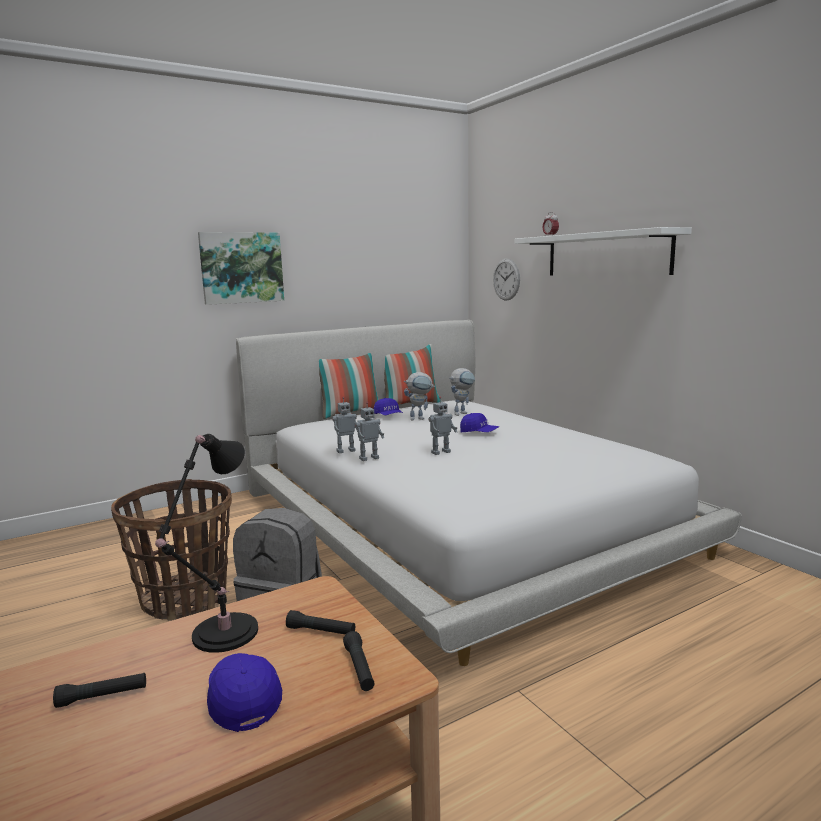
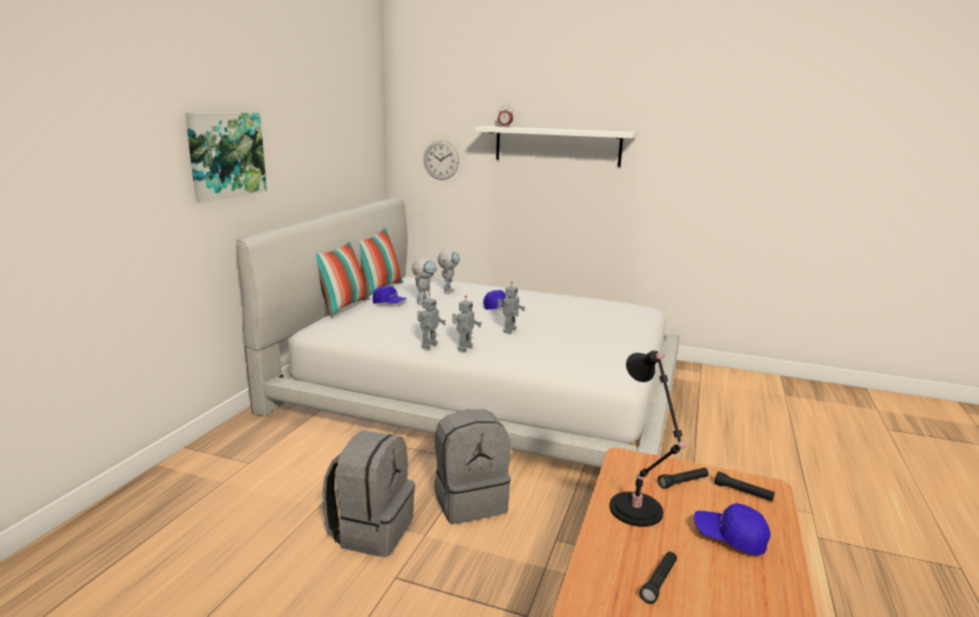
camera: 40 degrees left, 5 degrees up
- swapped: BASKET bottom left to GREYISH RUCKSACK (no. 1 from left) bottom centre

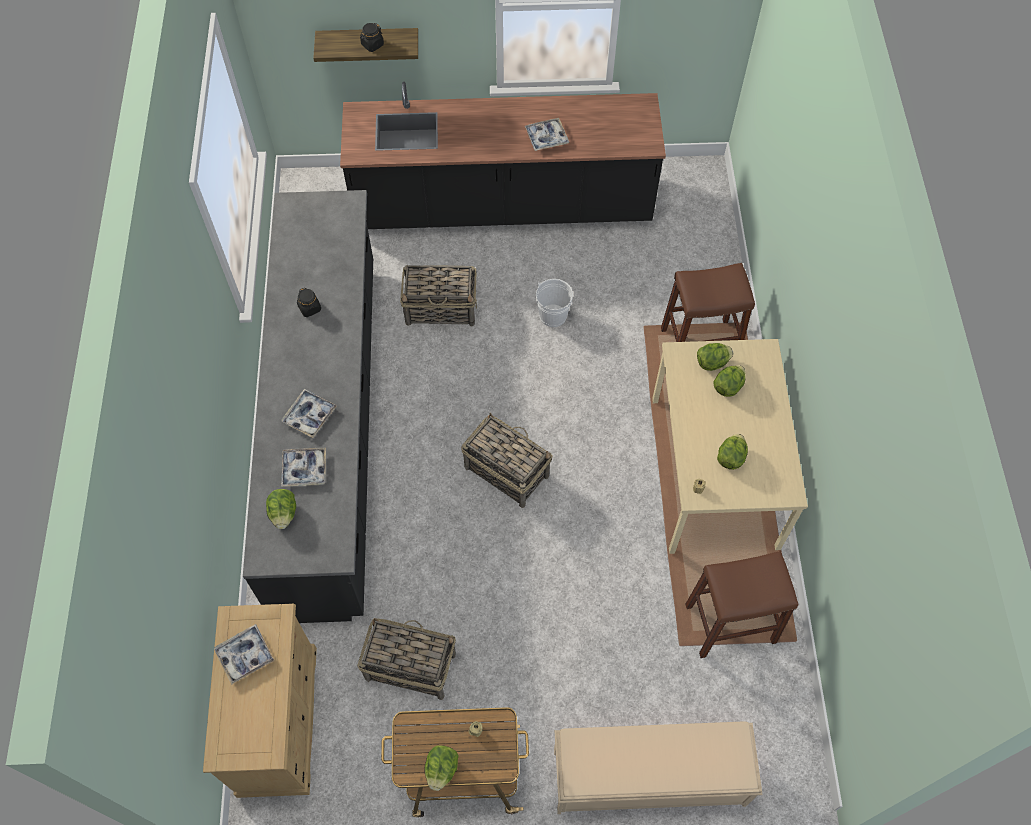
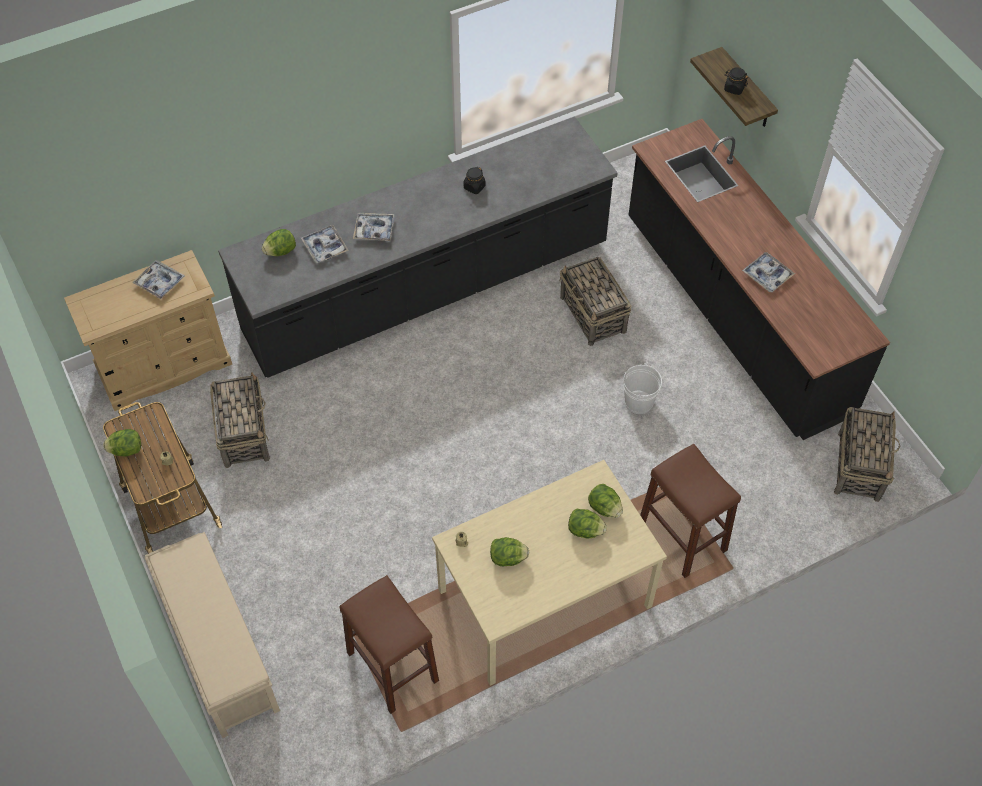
camera: 65 degrees right, 5 degrees down
- shifted: BASKET (no. 3 from left) centre to middle right

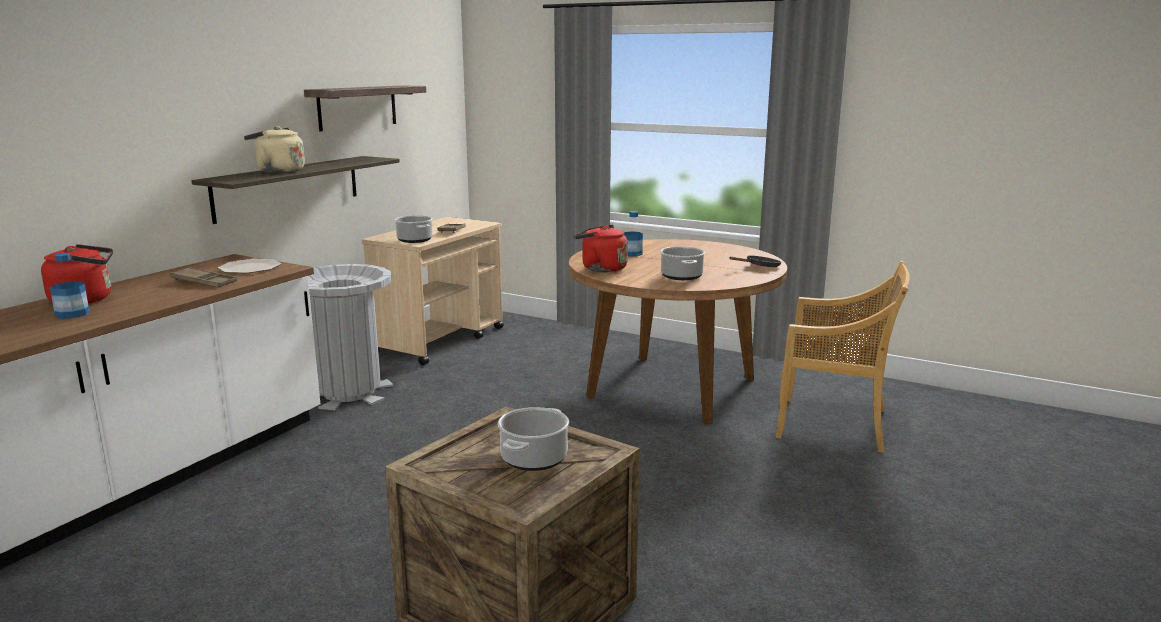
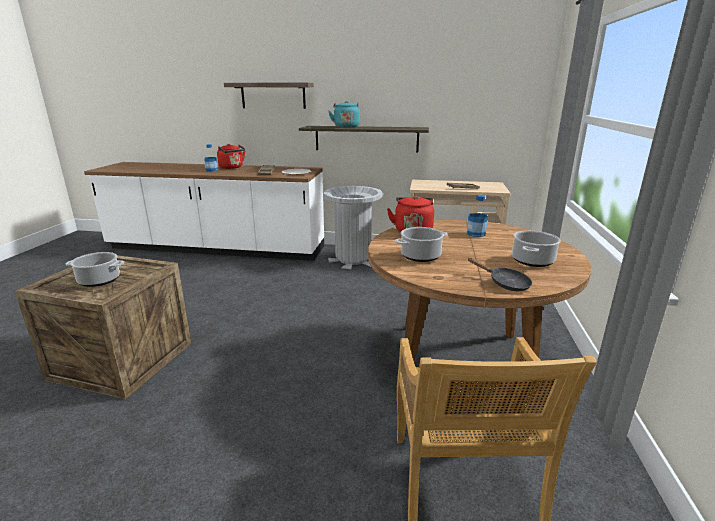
camera: 70 degrees right, 5 degrees up
- shifted: SHELF (no. 2 from left in the first image) top left to SHELF (no. 1 from left) top centre
- shifted: COOKING POT (no. 1 from left in the first image) centre to COOKING POT (no. 3 from left) middle right
- repainted: BEIGE-COLOURED KETTLE top left to TURQUOISE-COLOURED KETTLE top centre

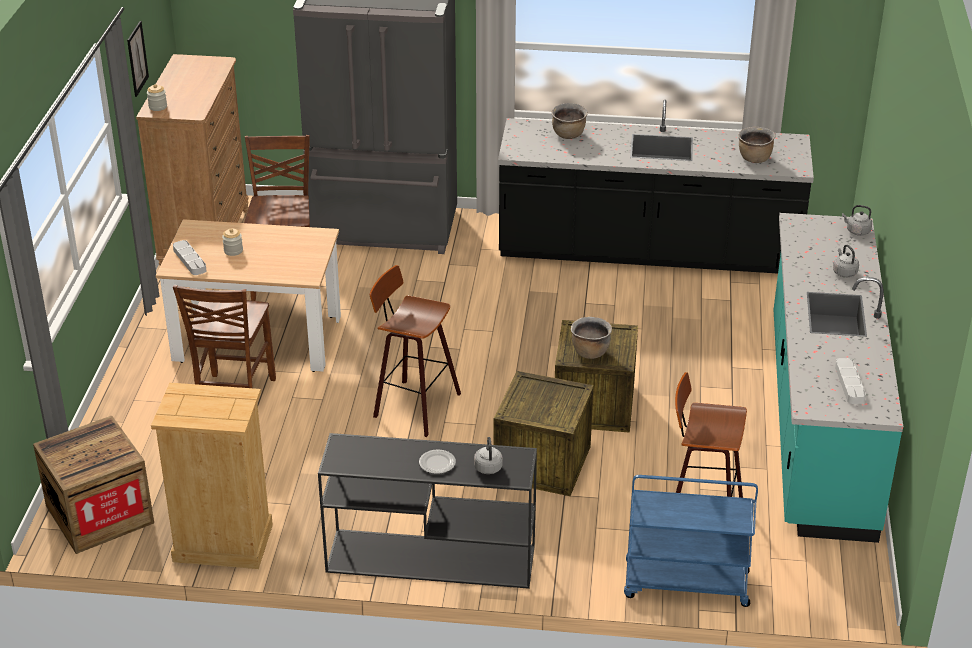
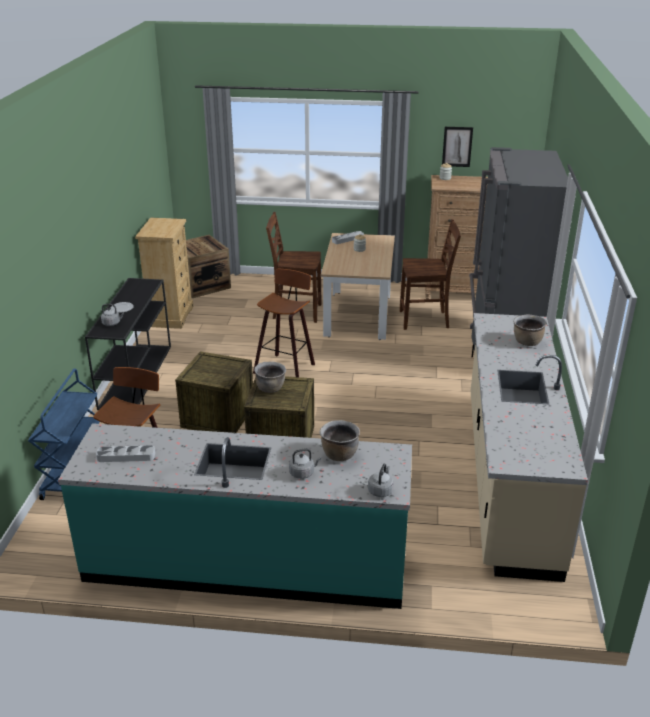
camera: 90 degrees right, 5 degrees down
- shifted: BROWN COOKING POT (no. 3 from left in the first image) top right to BROWN COOKING POT (no. 2 from left) centre
- repainted: BLACK-COLOURED KITCHEN COUNTER top right to BEIGE-COLOURED KITCHEN COUNTER middle right

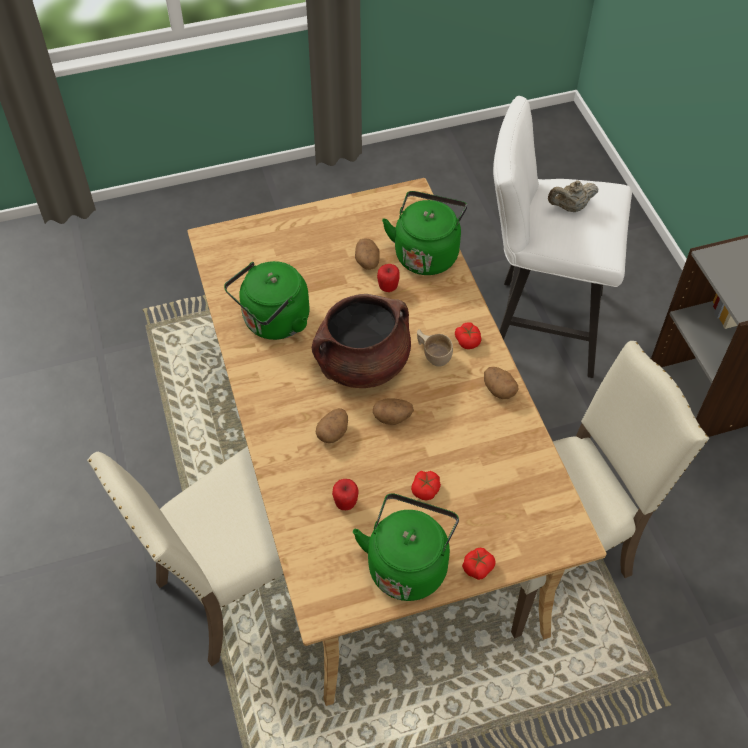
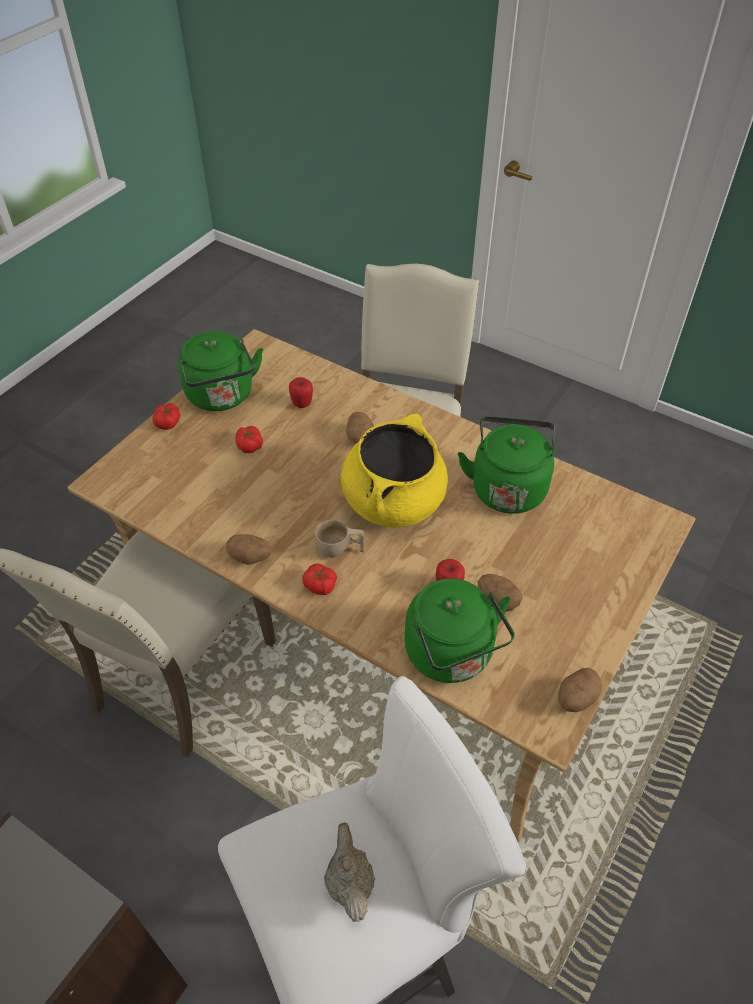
camera: 140 degrees right, 5 degrees down
- shifted: WHOLE POTATO (no. 3 from left in the first image) centre to WHOLE POTATO (no. 4 from left) bottom right
- repainted: BROWN COOKING POT centre to YELLOW-COLOURED COOKING POT centre
- rotated: BEIGE-COLOURED TEA POT top right = bottom centre 45 degrees counterclockwise

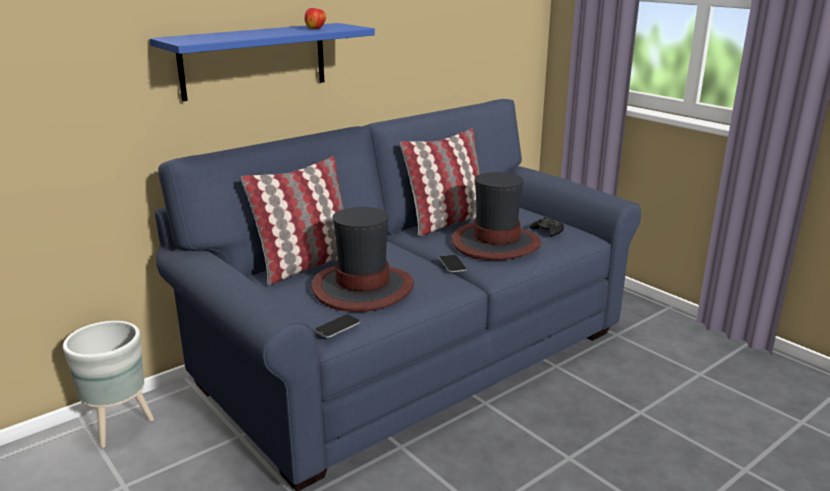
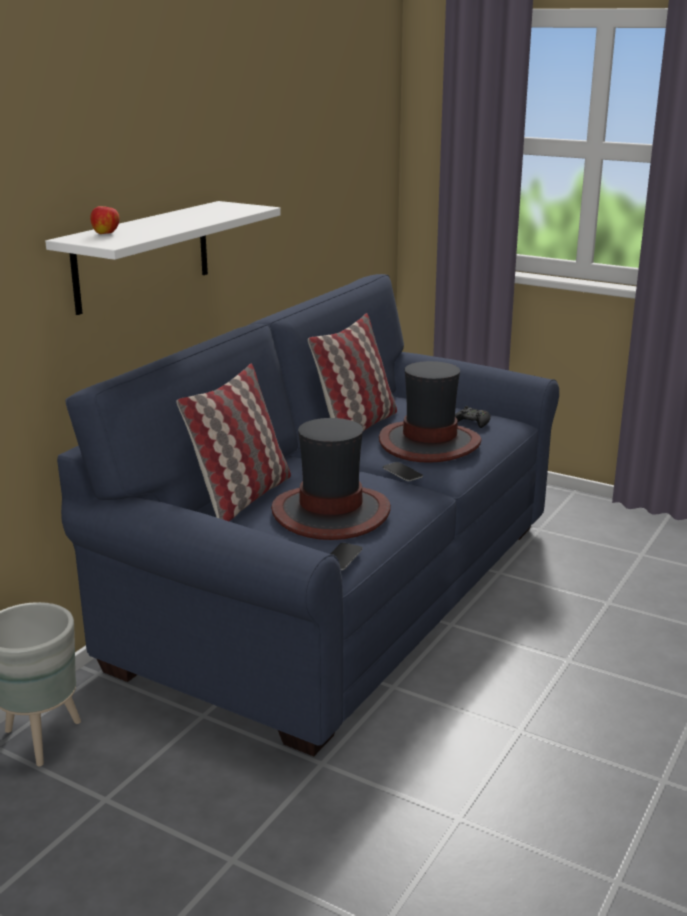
camera: 20 degrees left, 0 degrees up
- shifted: WHOLE APPLE top centre to top left
- repainted: BLUE SHELF top left to WHITE SHELF top left

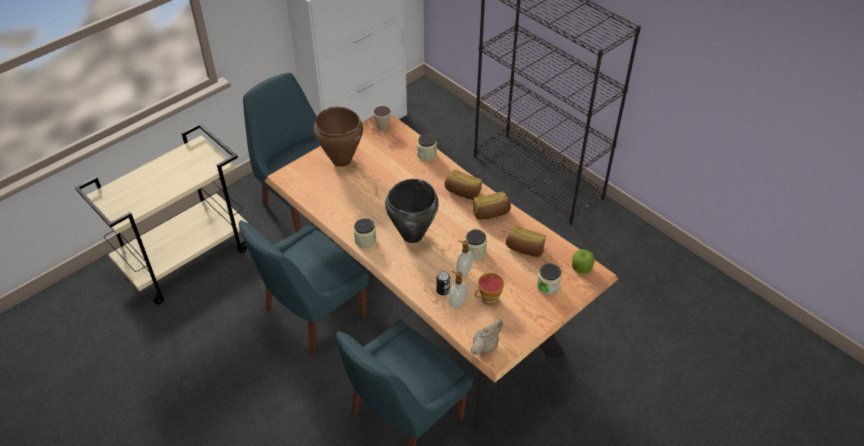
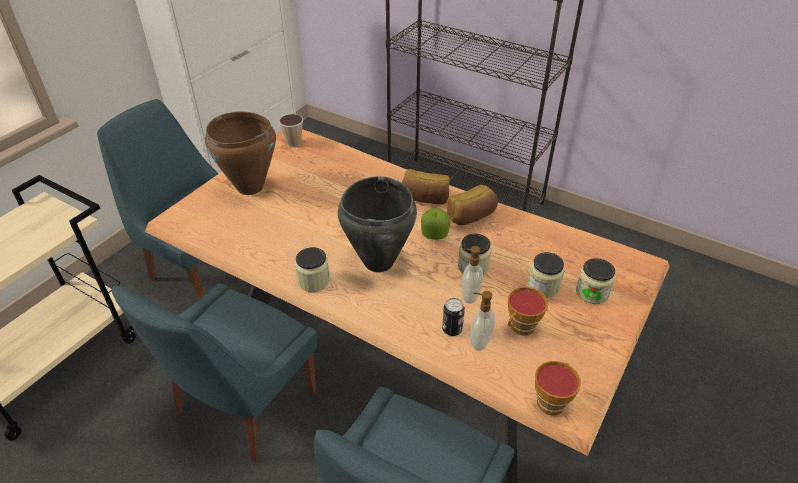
camera: 15 degrees left, 5 degrees down
- gone: BAKERY BREAD (no. 3 from left) centre
- shifted: PRESERVE JAR (no. 2 from left in the first image) top centre to PRESERVE JAR (no. 3 from left) middle right
- shifted: WHOLE APPLE middle right to centre
- swapped: BEIGE-COLOURED TEA POT bottom centre to SMALL CUP (no. 3 from left) bottom right

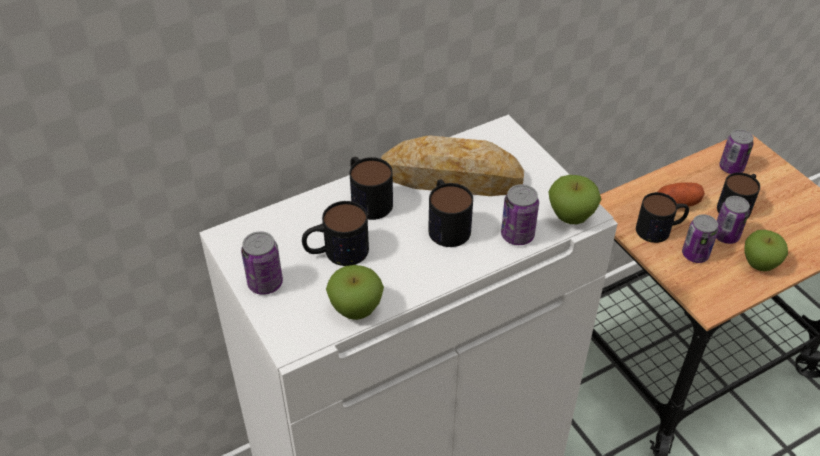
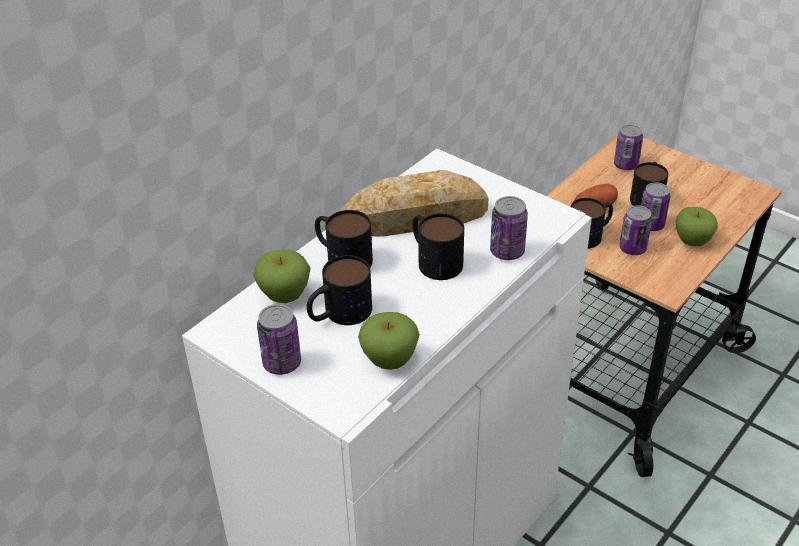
camera: 20 degrees left, 5 degrees down
- shifted: WHOLE APPLE (no. 2 from left in the first image) middle right to WHOLE APPLE (no. 1 from left) centre

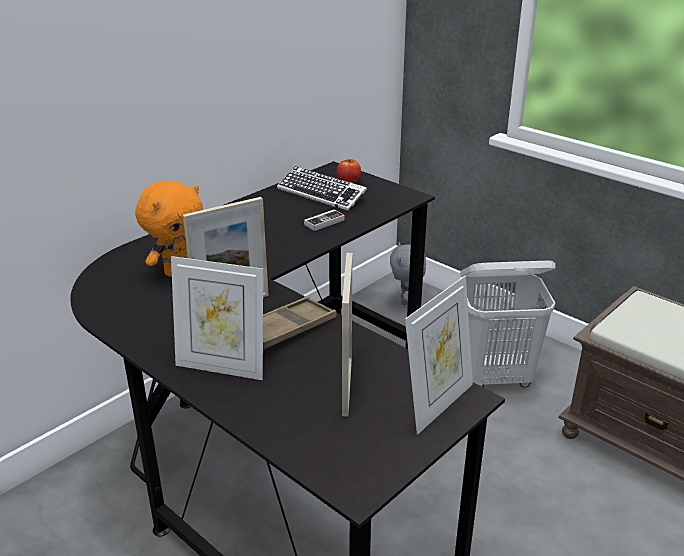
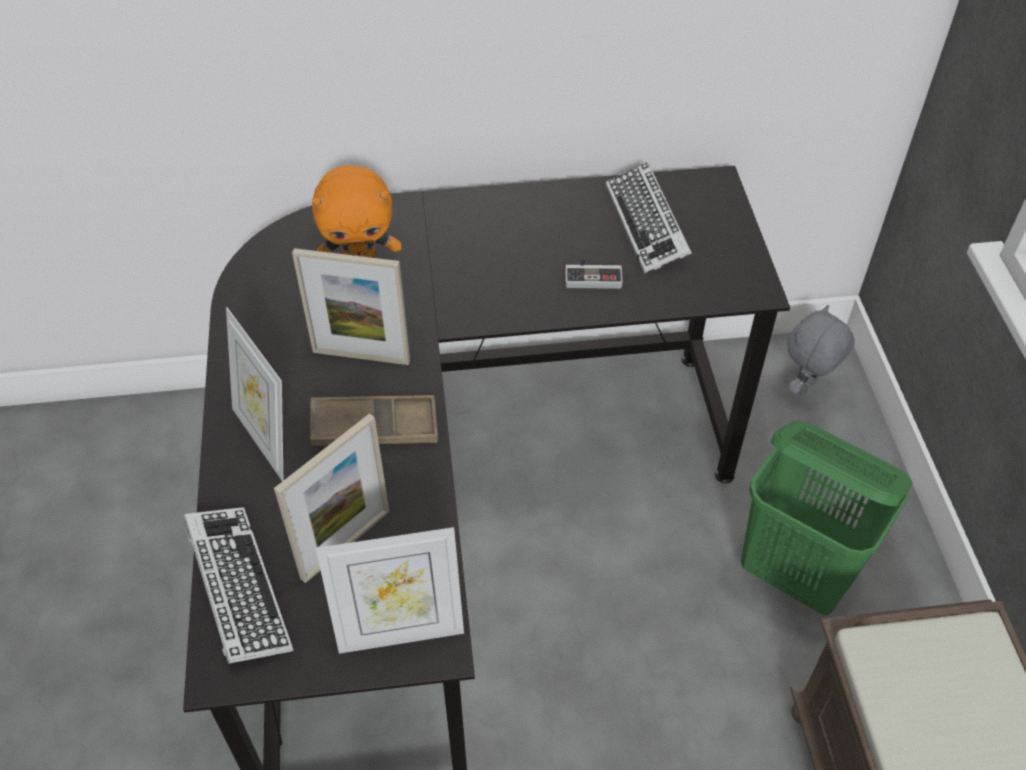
camera: 40 degrees right, 20 degrees up
- gone: WHOLE APPLE top centre
- new: PC KEYBOARD (no. 1 from left) bottom left
- repainted: WHITE HAMPER middle right to GREEN HAMPER bottom right

